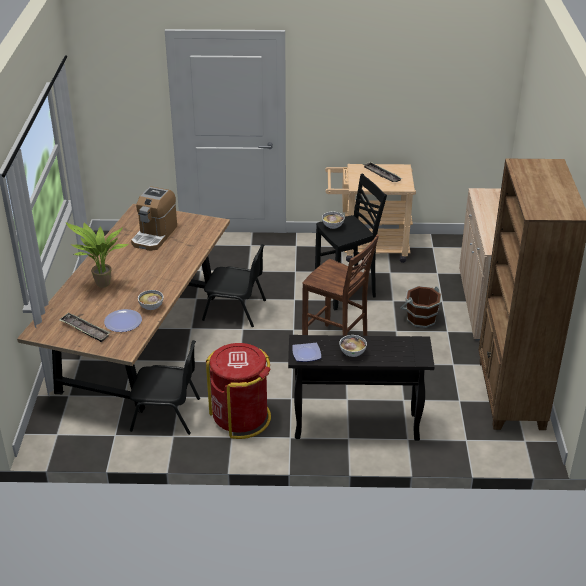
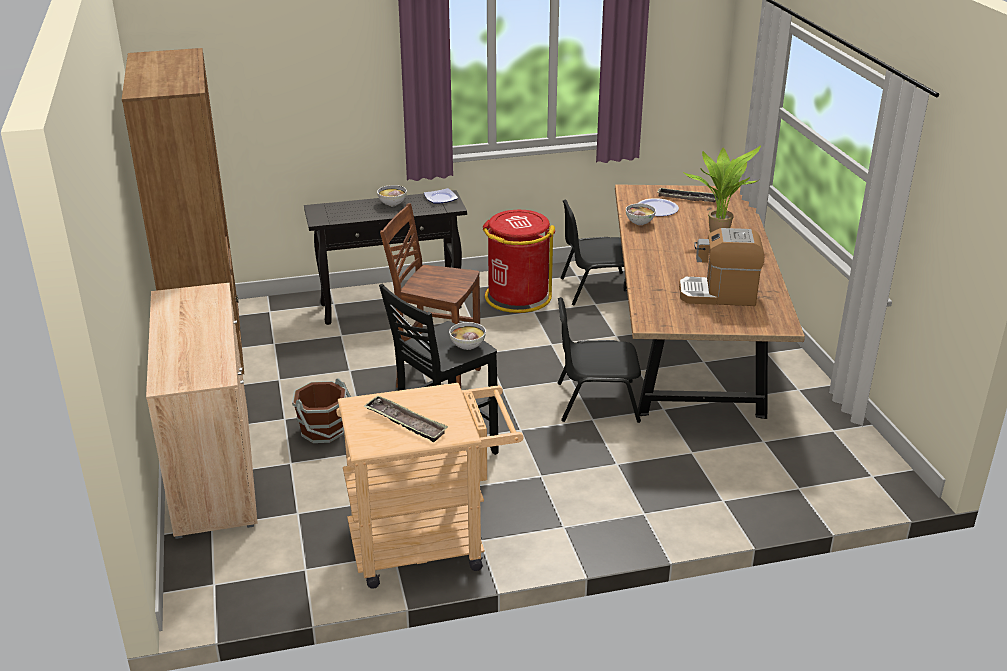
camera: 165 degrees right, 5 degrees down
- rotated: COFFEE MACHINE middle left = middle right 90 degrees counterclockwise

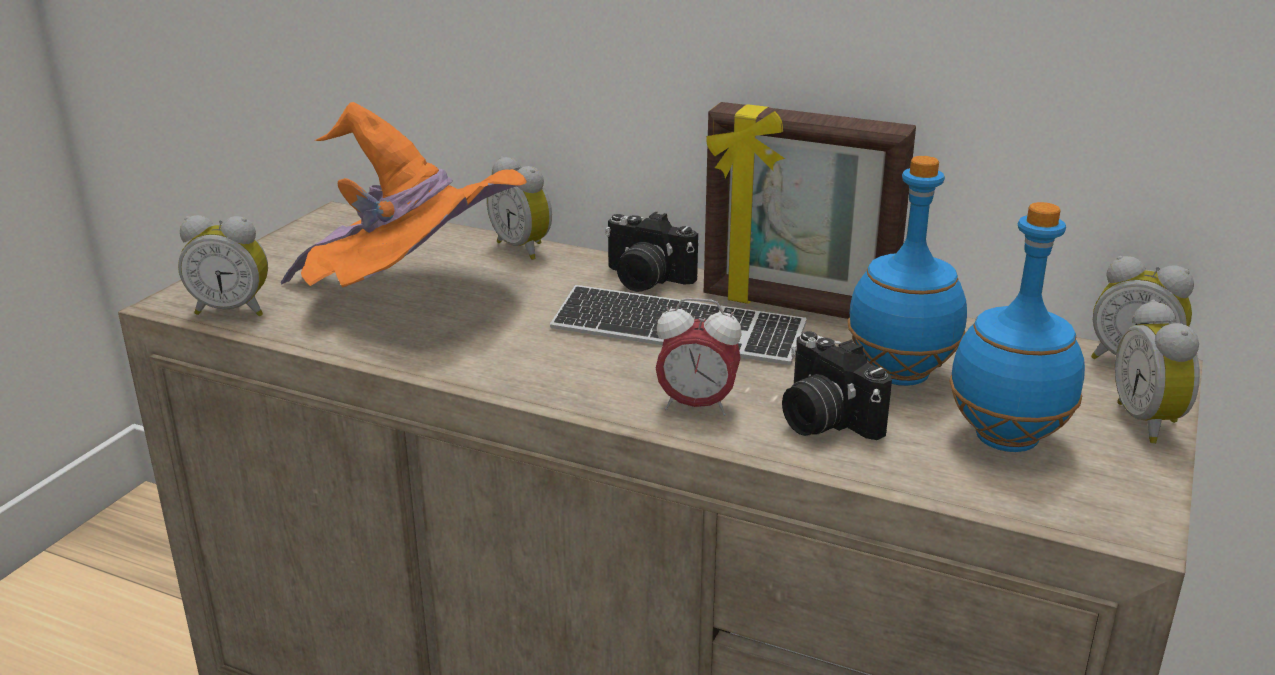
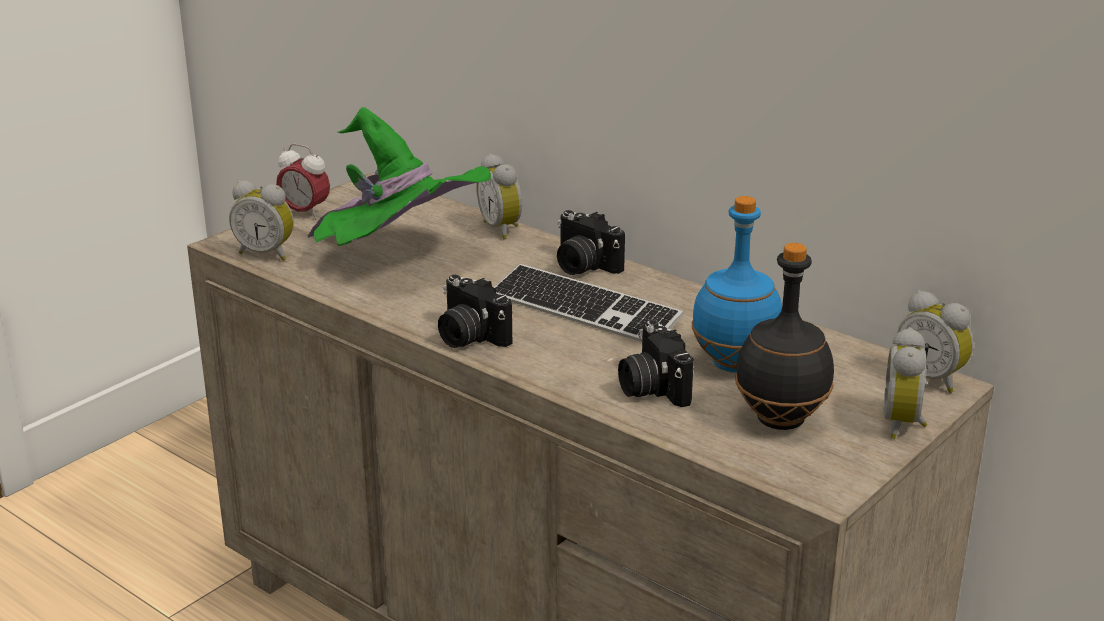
camera: 15 degrees right, 0 degrees up
- gone: PICTURE FRAME top centre
- new: PHOTO CAMERA (no. 1 from left) centre
- shifted: TABLE CLOCK (no. 3 from left in the first image) centre to TABLE CLOCK (no. 2 from left) top left
- repainted: ORANGE WEARABLE HAT top left to GREEN WEARABLE HAT top centre
- repainted: BLUE BOTTLE (no. 2 from left) middle right to BLACK-COLOURED BOTTLE middle right

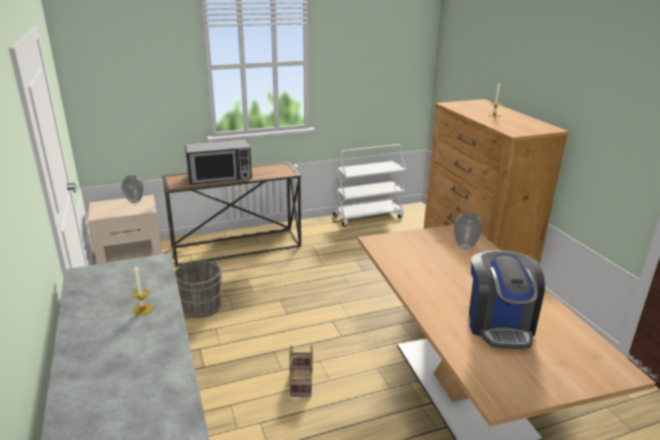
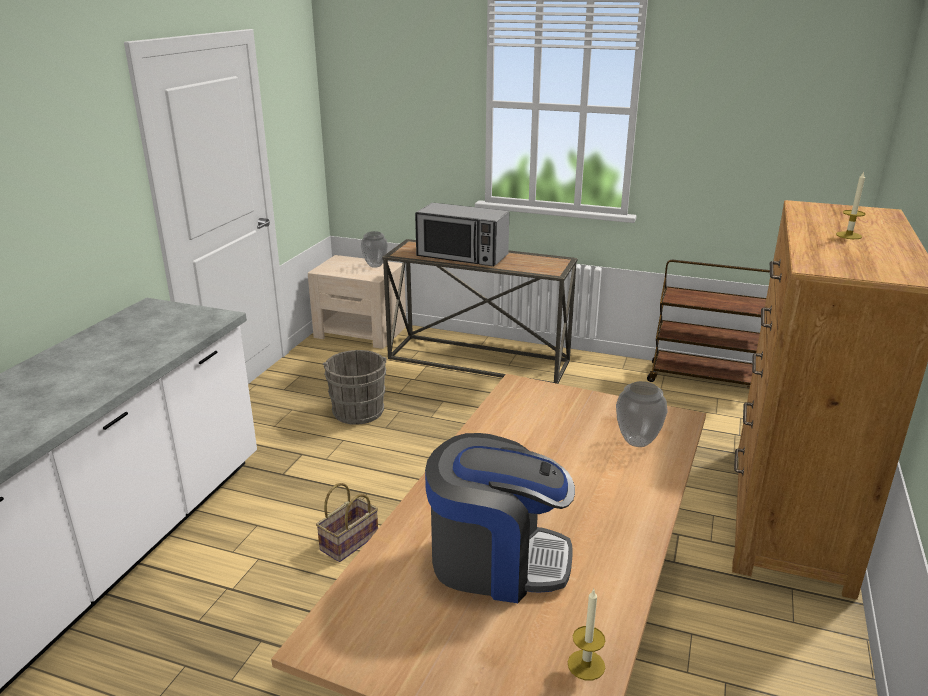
camera: 40 degrees right, 0 degrees up
- shifted: WAX LIGHT (no. 1 from left) middle left to bottom centre
- repainted: WHITE WHEELED CART centre to BROWN WHEELED CART middle right
- rotated: COFFEE MACHINE bottom right = bottom centre 120 degrees counterclockwise

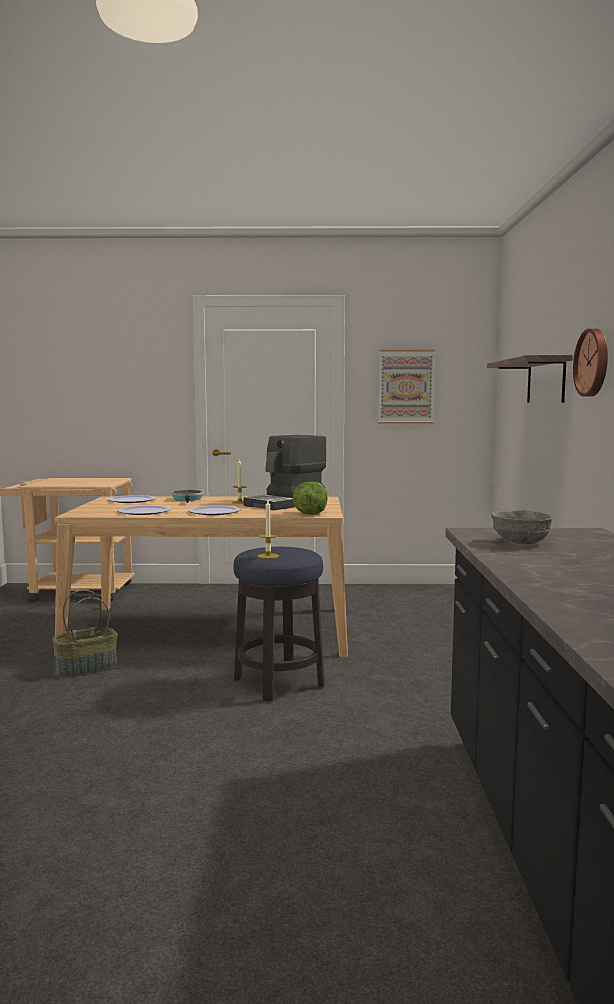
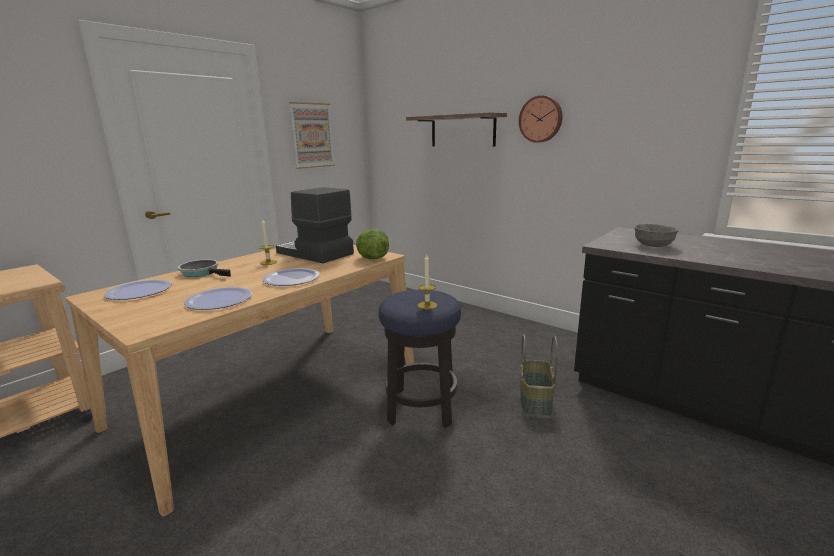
camera: 50 degrees left, 10 degrees up
- shifted: BASKET middle left to bottom centre
- rotated: COFFEE MACHINE centre = centre 135 degrees clockwise

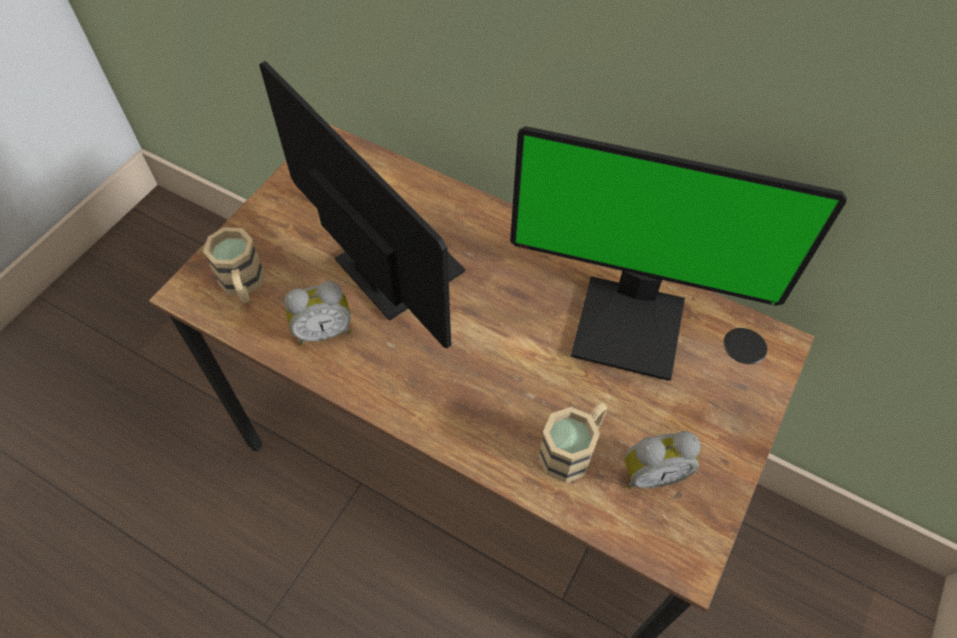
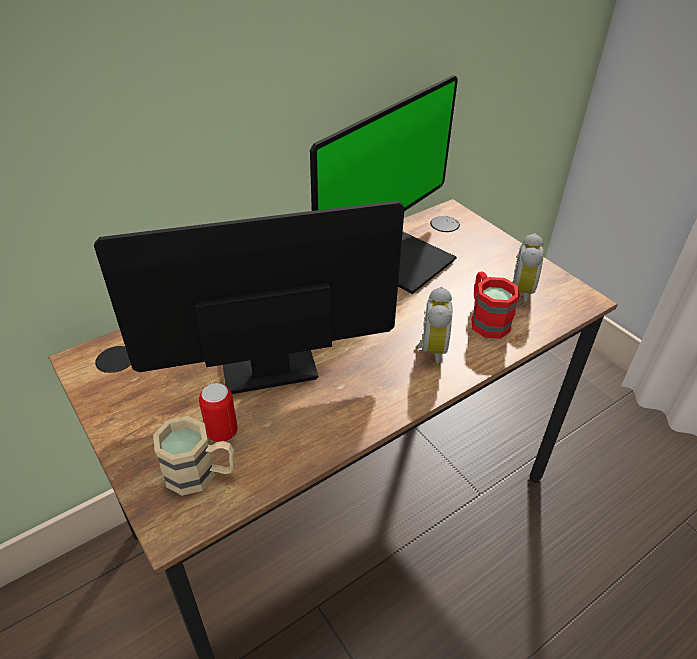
camera: 65 degrees left, 15 degrees down
- new: SEALED CAN middle left
- shifted: TABLE CLOCK (no. 1 from left) middle left to centre
- repainted: BEIGE-COLOURED MUG (no. 2 from left) bottom centre to RED-COLOURED MUG middle right

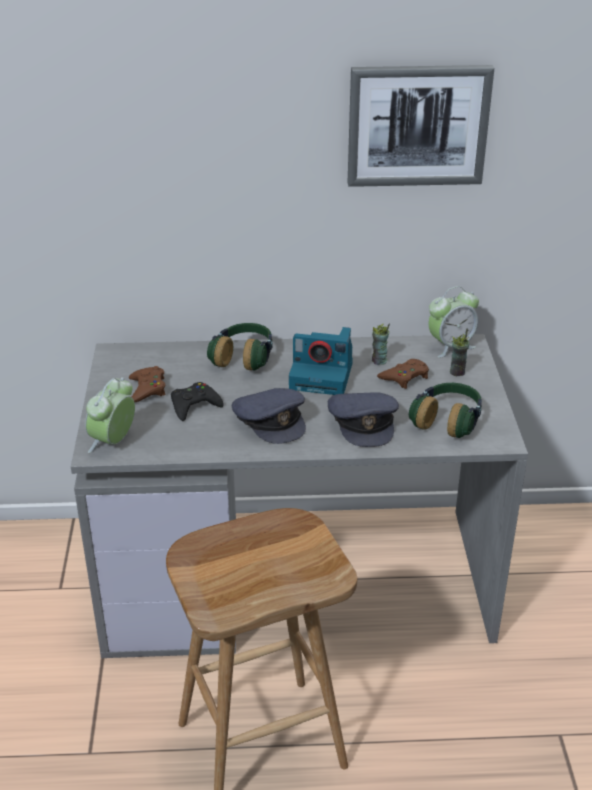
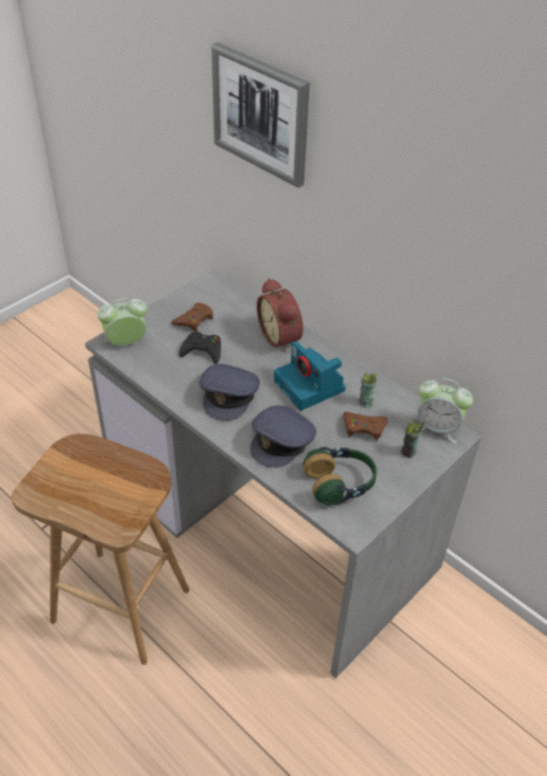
camera: 45 degrees right, 10 degrees up
- shifted: WALL ART top right to top centre
- swapped: PAIR OF HEADPHONES (no. 1 from left) centre to TABLE CLOCK (no. 2 from left) centre

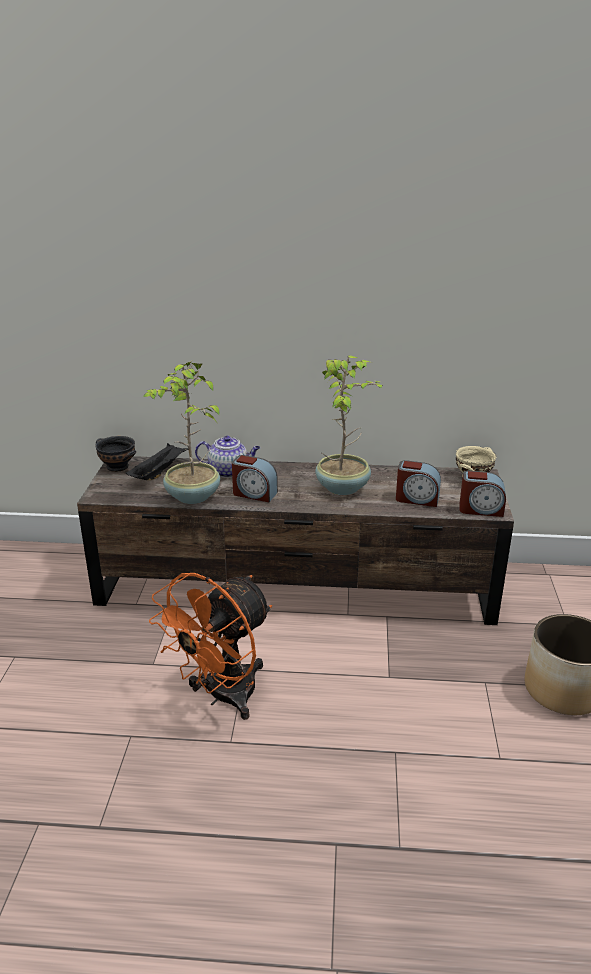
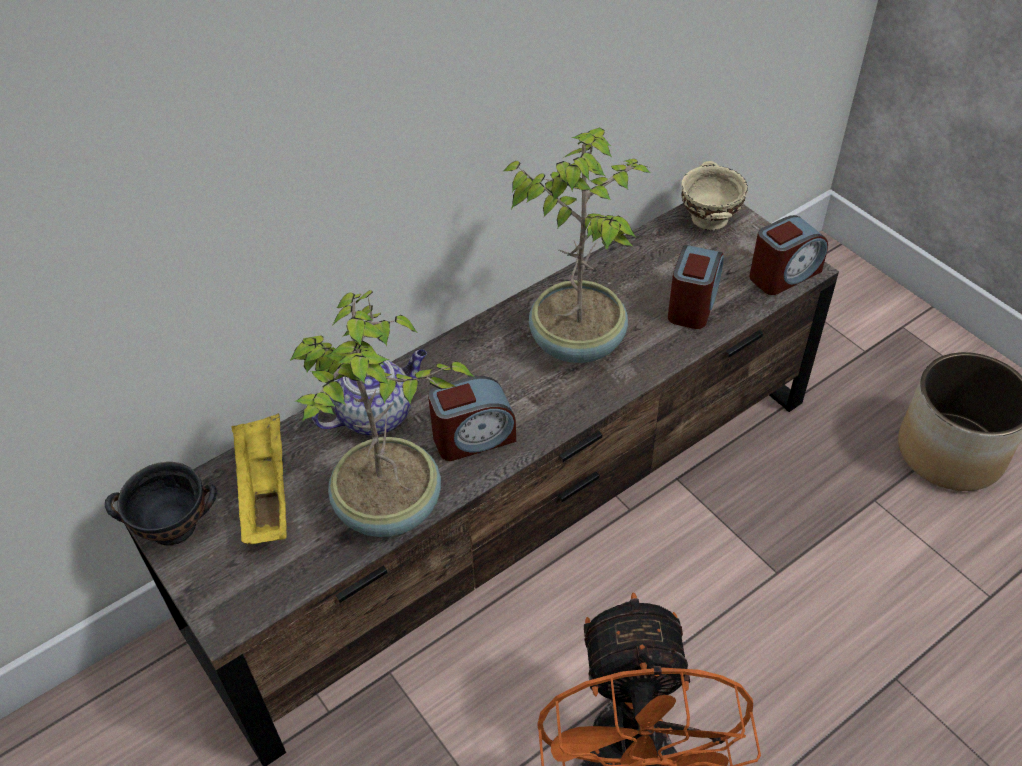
camera: 40 degrees left, 20 degrees up
- repainted: BLACK-COLOURED CARRYING TRAY middle left to YELLOW-COLOURED CARRYING TRAY middle left
- rotated: TABLE CLOCK (no. 2 from left) middle right = middle right 45 degrees counterclockwise

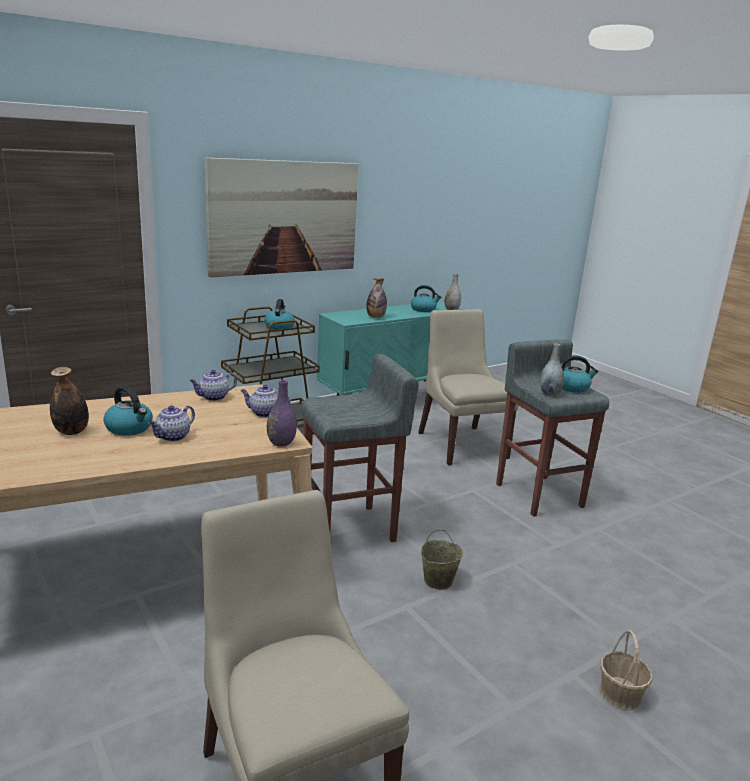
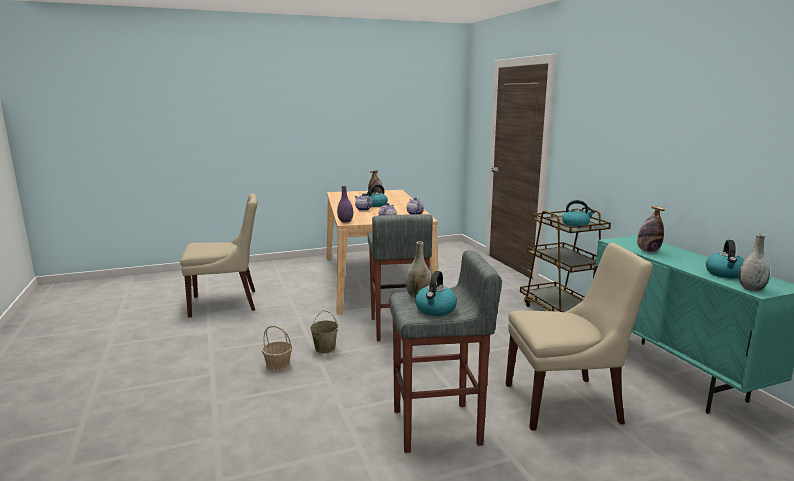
camera: 105 degrees right, 5 degrees down
- gone: WALL ART top centre
- shifted: BASKET bottom right to bottom centre

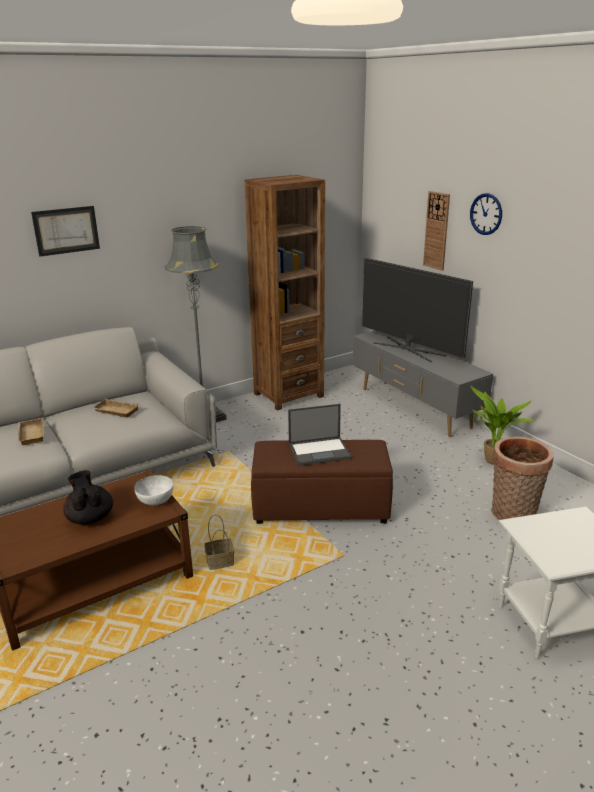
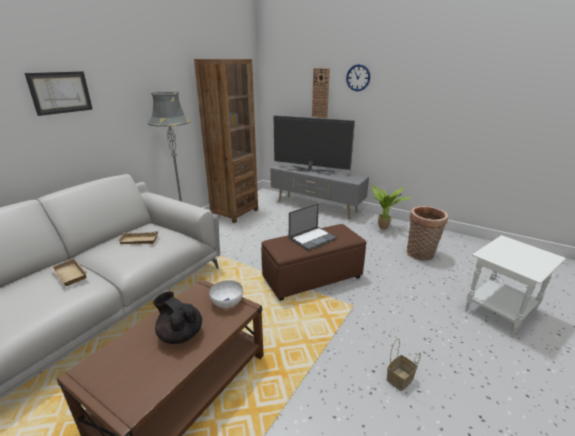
camera: 25 degrees left, 0 degrees up
- shifted: BASKET (no. 1 from left) bottom centre to bottom right

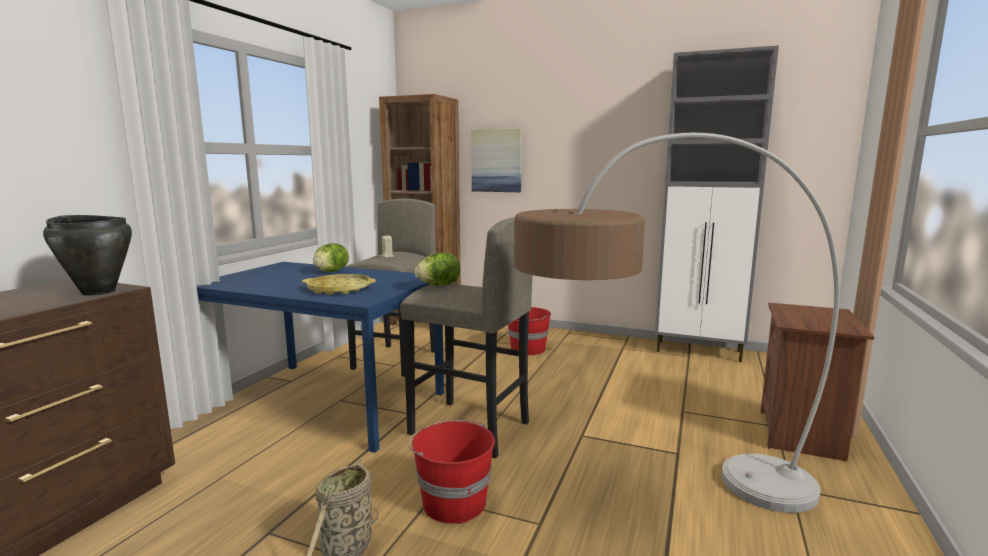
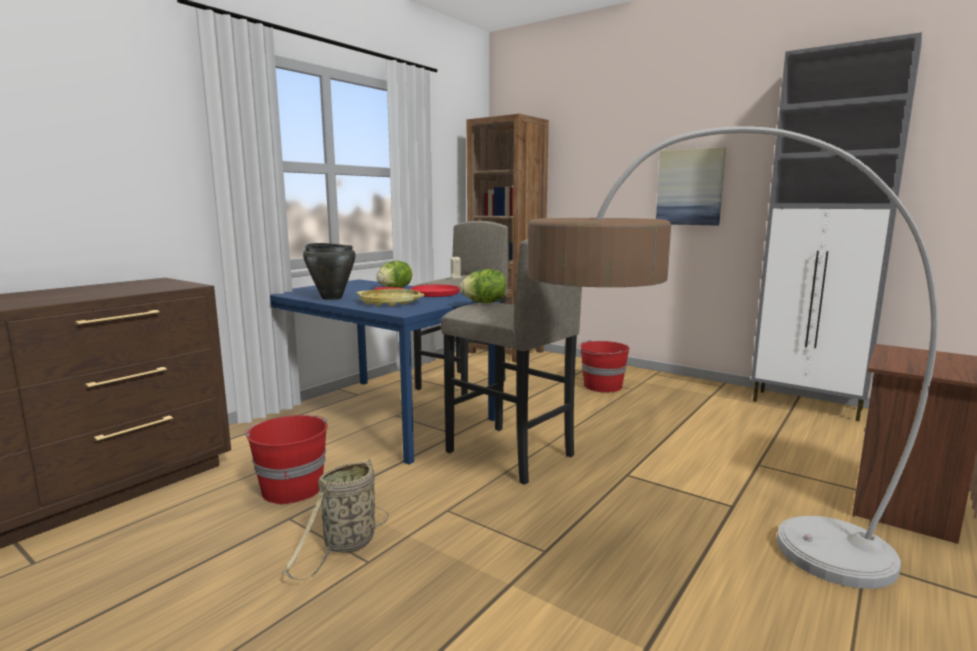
camera: 15 degrees right, 0 degrees up
- new: RED-COLOURED FRYING PAN centre
- shifted: BLACK-COLOURED COOKING POT middle left to centre
- shifted: RED-COLOURED WATER BUCKET (no. 1 from left) bottom centre to bottom left
- shifted: WALL ART top centre to top right

